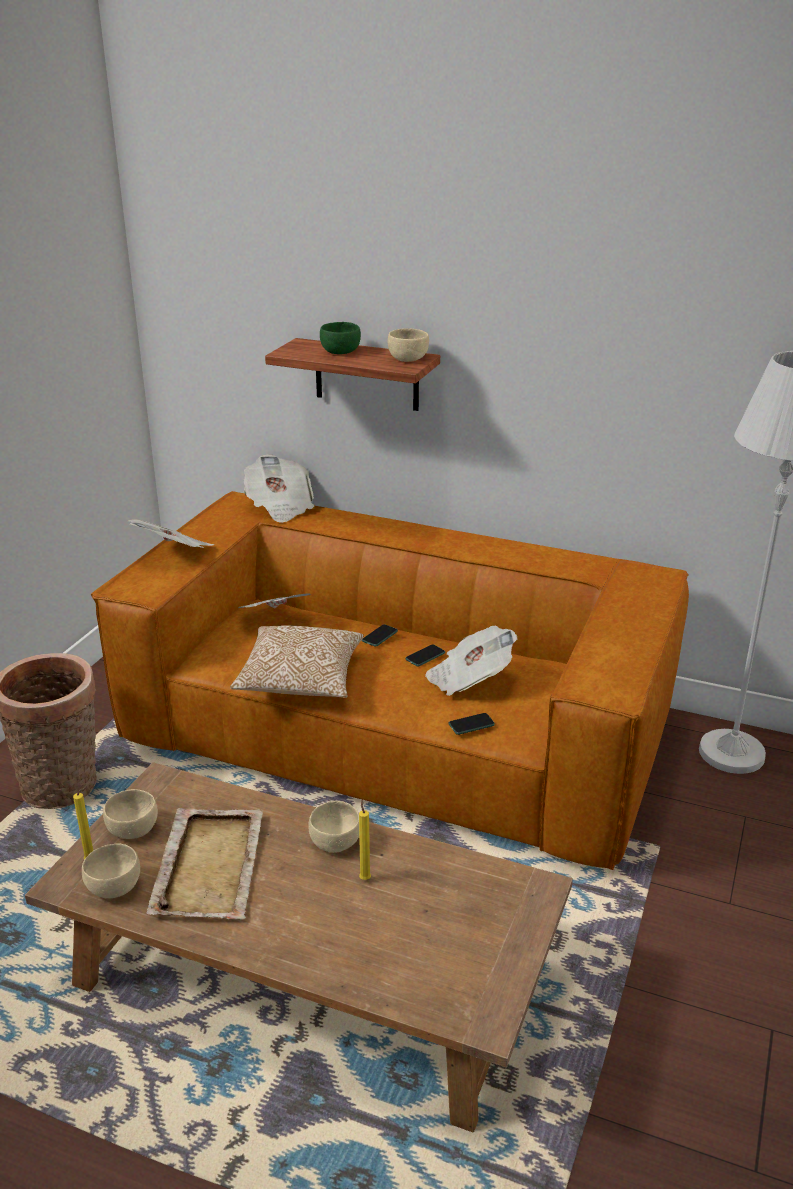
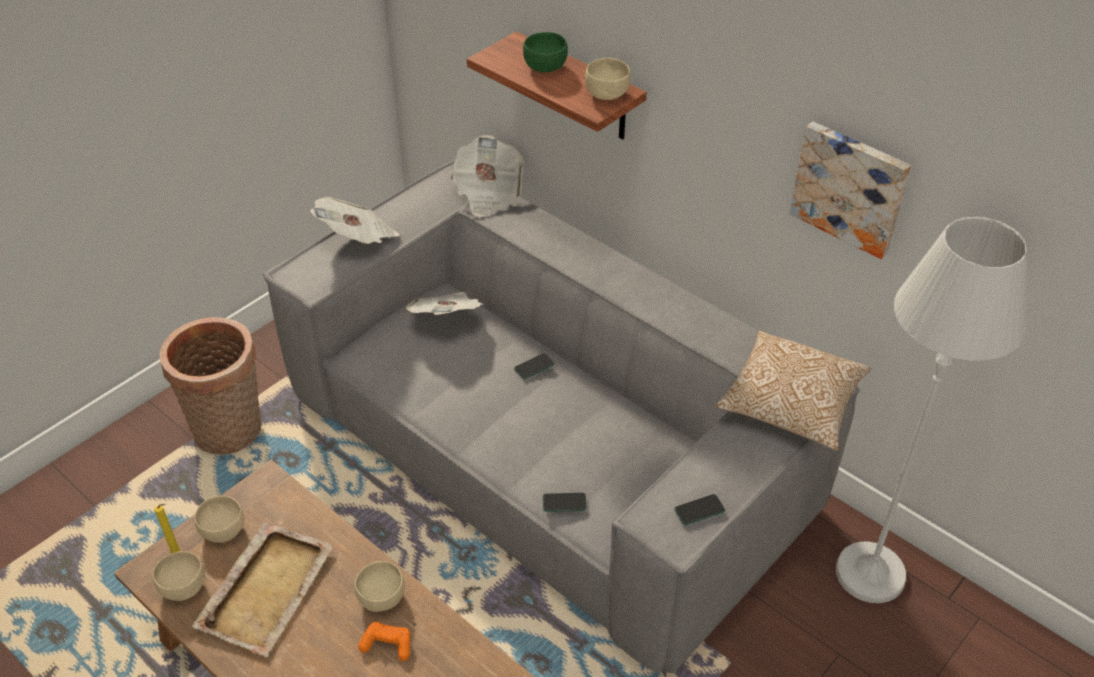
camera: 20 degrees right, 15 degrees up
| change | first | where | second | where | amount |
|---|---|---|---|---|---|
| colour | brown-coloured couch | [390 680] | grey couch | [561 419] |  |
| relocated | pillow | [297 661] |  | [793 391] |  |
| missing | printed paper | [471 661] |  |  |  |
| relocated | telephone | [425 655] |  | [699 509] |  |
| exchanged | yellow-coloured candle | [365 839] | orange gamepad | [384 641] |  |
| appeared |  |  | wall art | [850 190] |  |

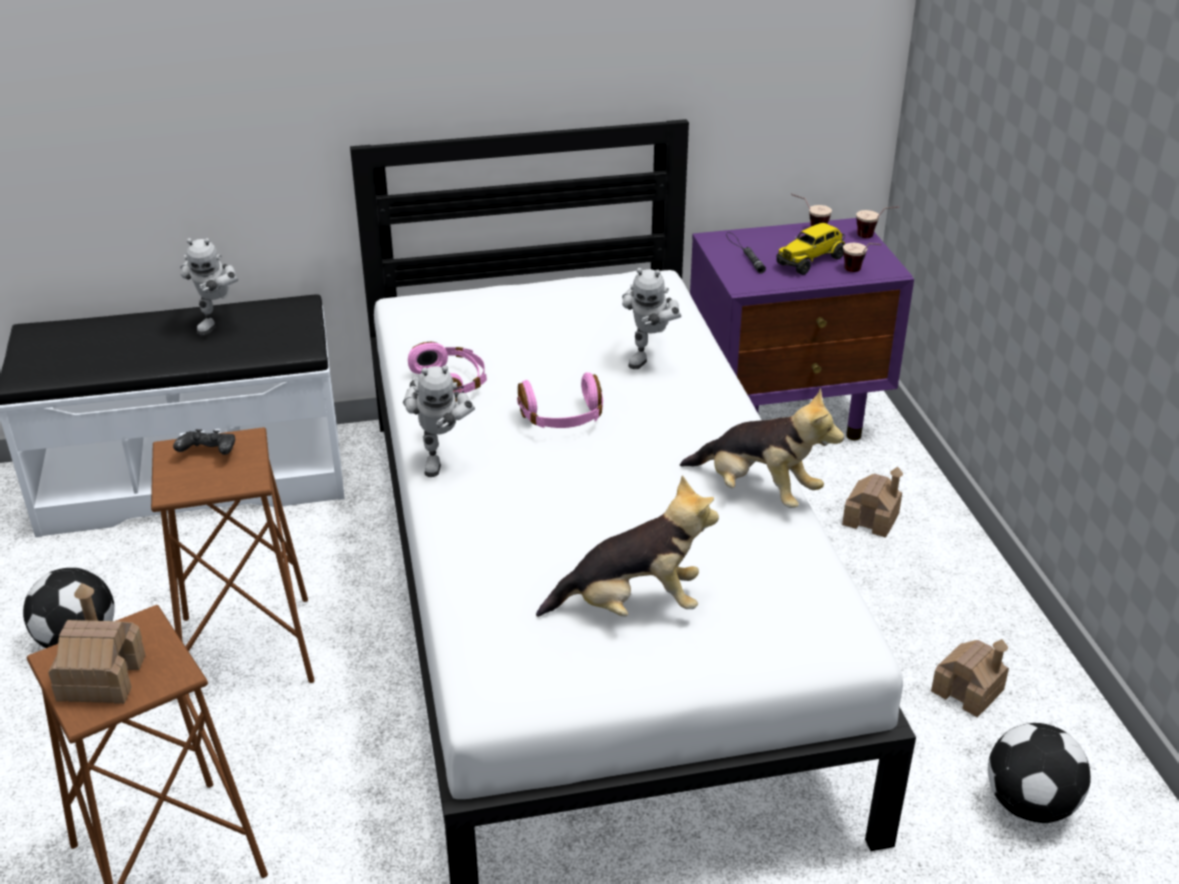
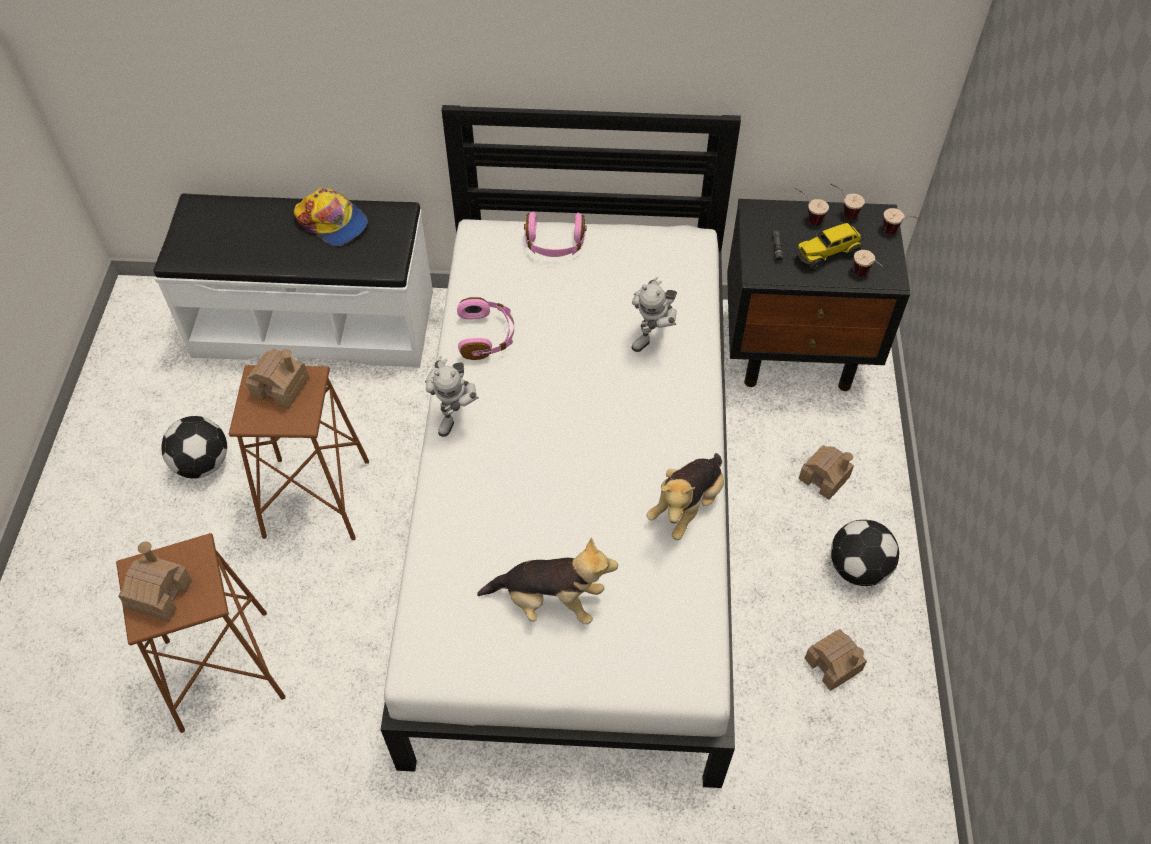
camera: 15 degrees right, 20 degrees up
| change | first | where | second | where | amount |
|---|---|---|---|---|---|
| colour | purplish bedside table | [802 329] | blackish bedside table | [818 295] |  |
| exchanged | toy robot | [209 286] | cap | [330 216] |  |
| relocated | pink headphones | [560 400] |  | [555 234] |  |
| spun | cuddly toy | [762 448] |  | [685 496] | 75 degrees clockwise |
| exchanged | blackish gamepad | [204 442] | miniature house | [277 379] |  |
| relocated | ball for football | [1039 773] |  | [865 553] |  |
| appeared |  |  | drinking cup | [812 206] |  |

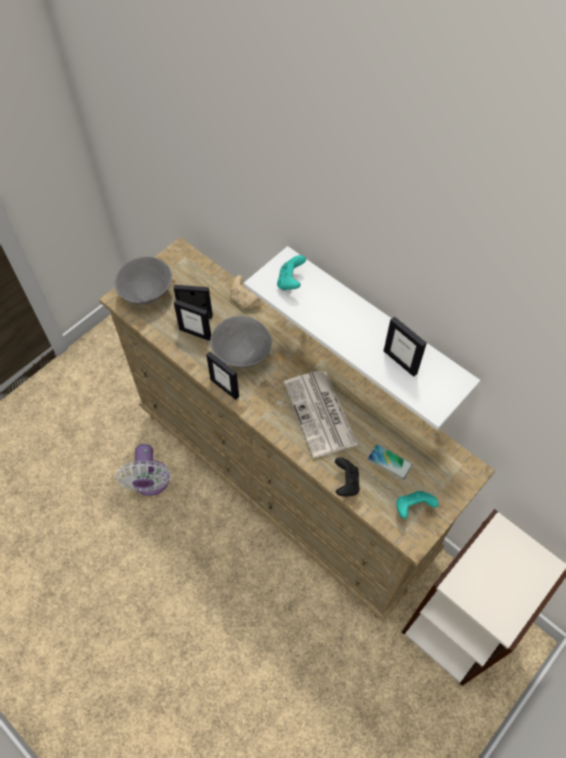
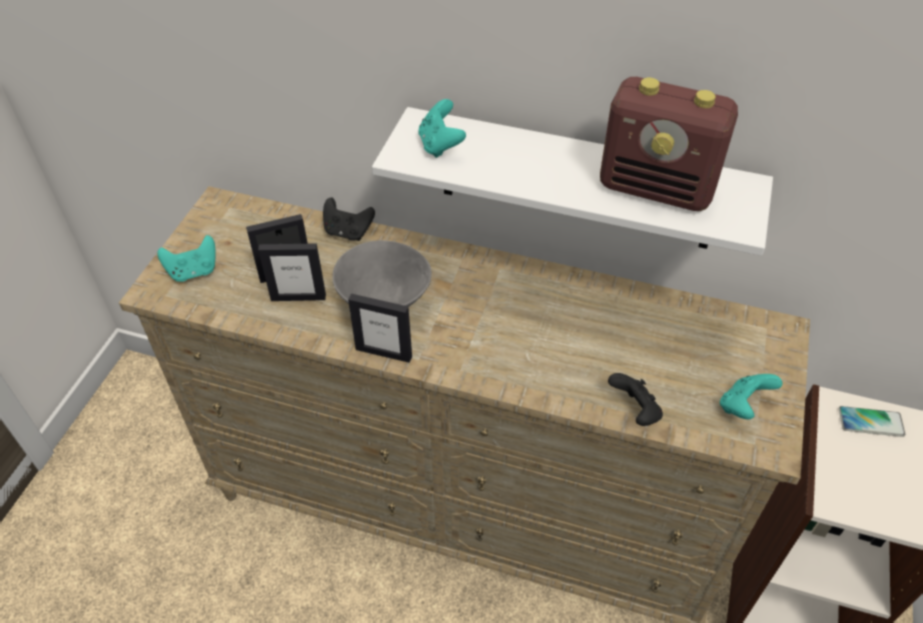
camera: 25 degrees left, 10 degrees down
| change | first | where | second | where | amount |
|---|---|---|---|---|---|
| exchanged | grey bowl | [143 280] | blue-green gamepad | [186 258] |  |
| colour | sand-coloured gamepad | [245 291] | blackish gamepad | [349 219] |  |
| exchanged | standing frame | [405 346] | radio receiver | [669 144] |  |
| missing | printed paper | [320 414] |  |  |  |
| missing | white-coloured cooling fan | [143 470] |  |  |  |
| relocated | telephone | [390 461] |  | [872 421] |  |

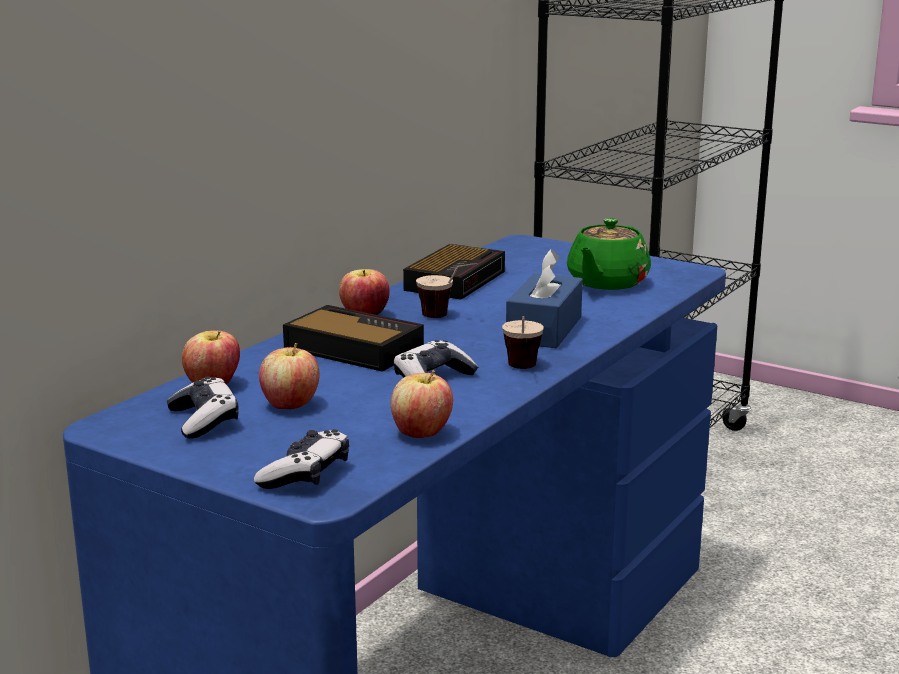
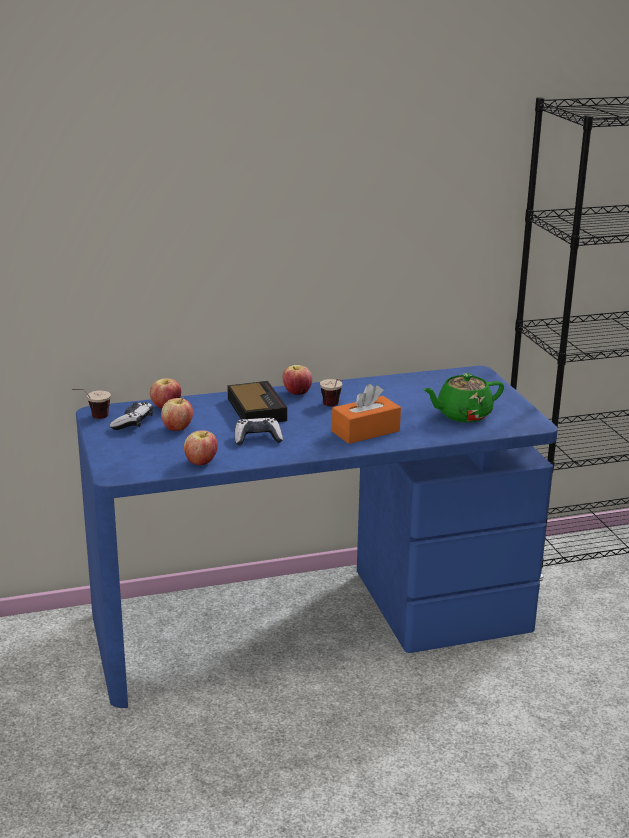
camera: 40 degrees right, 5 degrees up
| change | first | where | second | where | amount |
|---|---|---|---|---|---|
| missing | table clock | [454 272] |  |  |  |
| colour | bluish box of tissues | [544 298] | orange box of tissues | [366 414] |  |
| relocated | drinking cup | [523 342] |  | [91 404] |  |
| missing | gamepad | [301 459] |  |  |  |

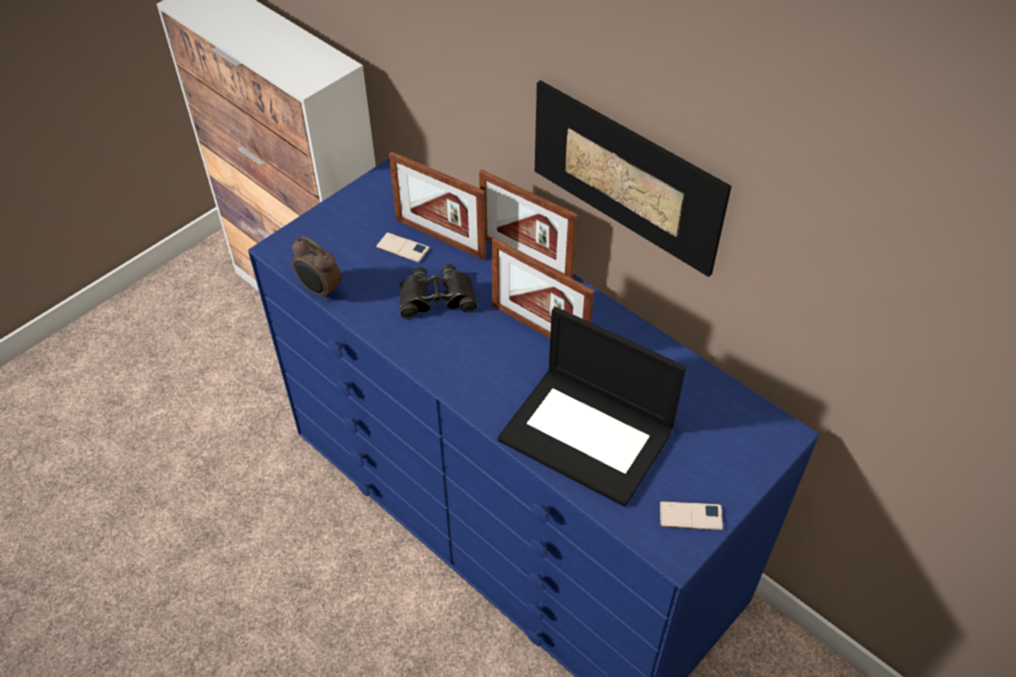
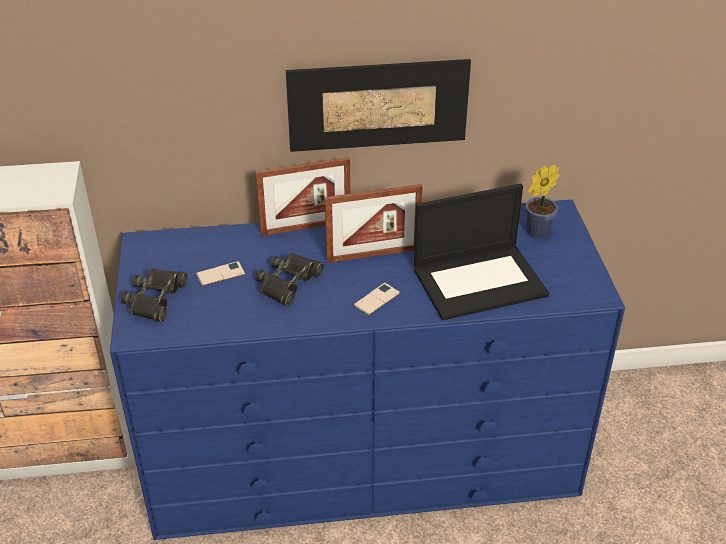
camera: 50 degrees left, 10 degrees down
| change | first | where | second | where | amount |
|---|---|---|---|---|---|
| missing | standing frame | [437 205] |  |  |  |
| missing | table clock | [316 268] |  |  |  |
| relocated | telephone | [691 515] |  | [376 299] |  |
| appeared |  |  | houseplant | [542 201] |  |
| appeared |  |  | blackish pair of binoculars | [154 295] |  |

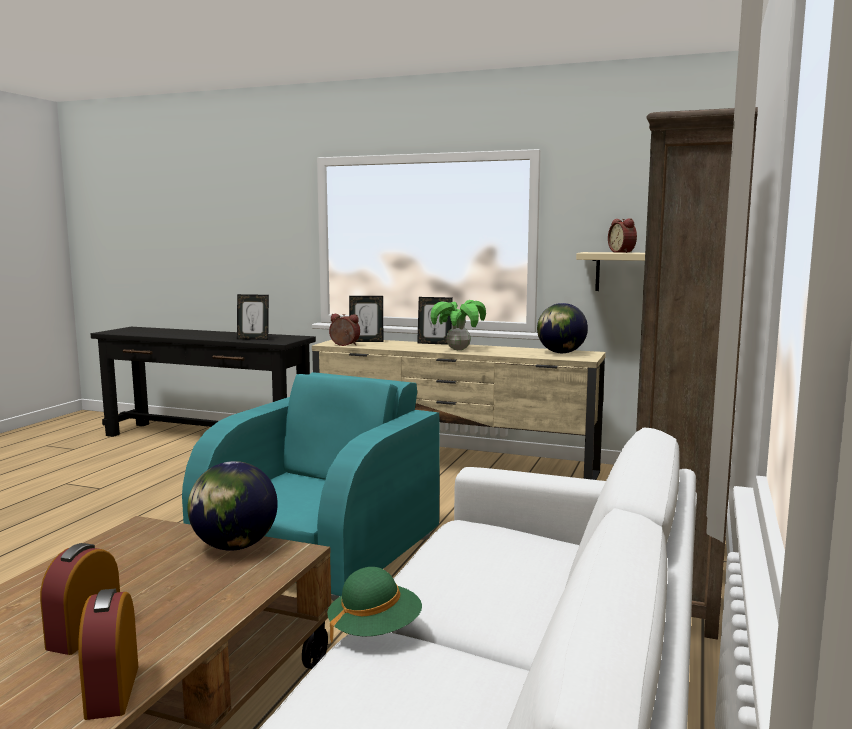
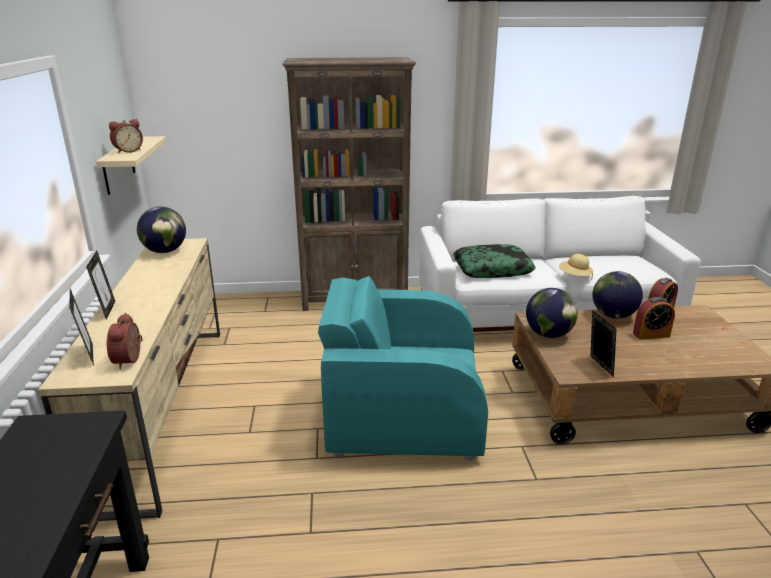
camera: 115 degrees left, 15 degrees up
| change | first | where | second | where | amount |
|---|---|---|---|---|---|
| relocated | standing frame | [253 317] |  | [604 343] |  |
| missing | houseplant | [458 325] |  |  |  |
| colour | green-coloured hat | [374 605] | sand-coloured hat | [576 267] |  |
| appeared |  |  | pillow | [494 261] |  |
| appeared |  |  | desk globe | [618 295] |  |

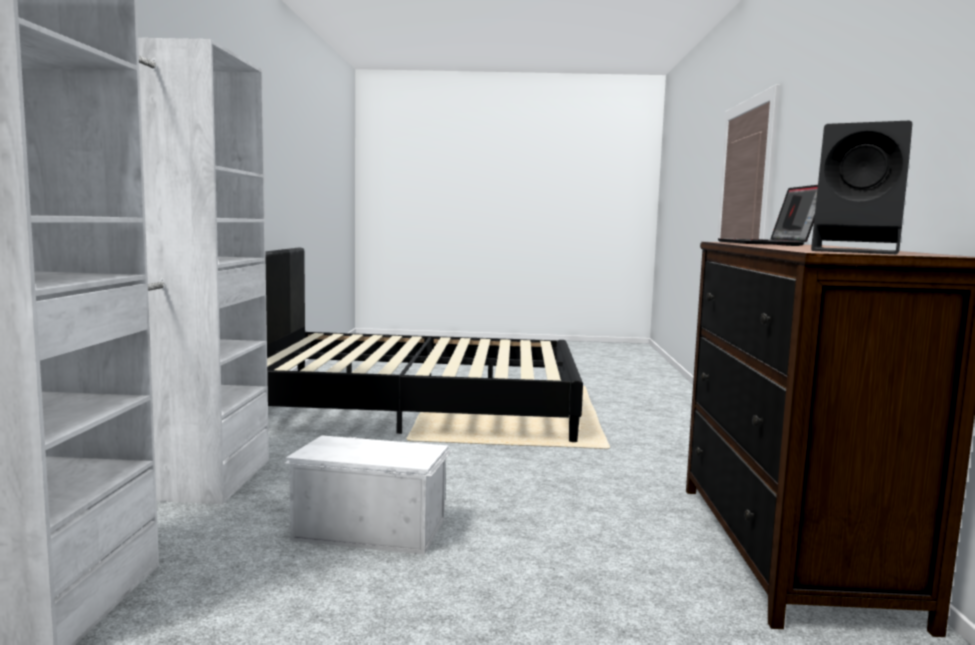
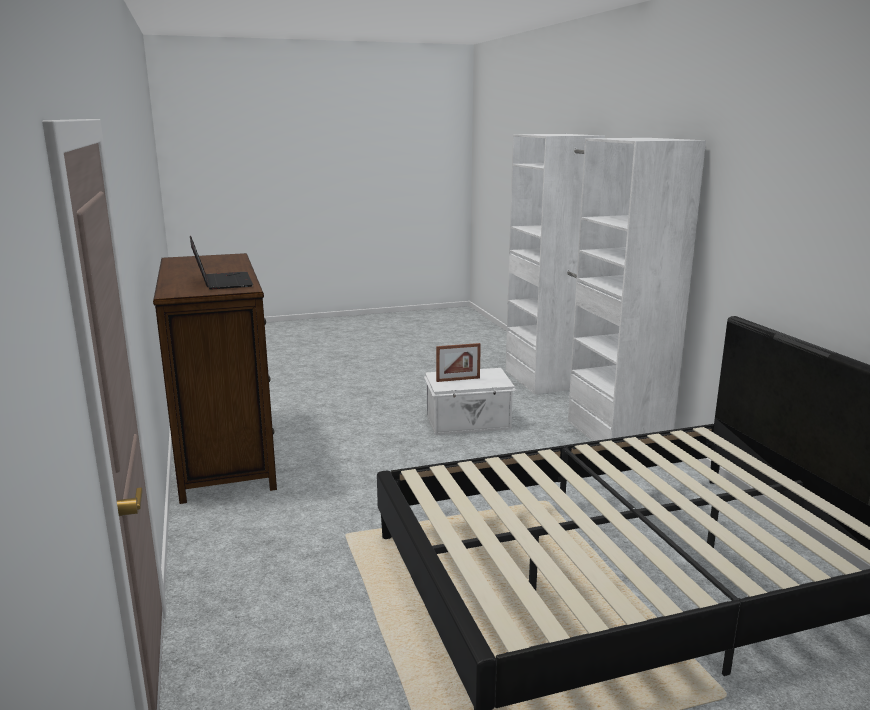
camera: 160 degrees right, 10 degrees up
| change | first | where | second | where | amount |
|---|---|---|---|---|---|
| missing | blackish loudspeaker | [861 187] |  |  |  |
| appeared |  |  | standing frame | [458 362] |  |

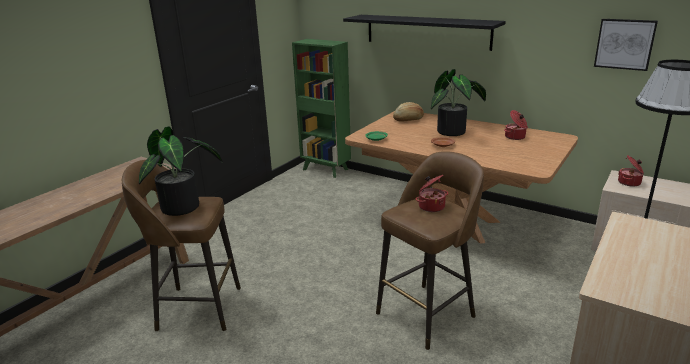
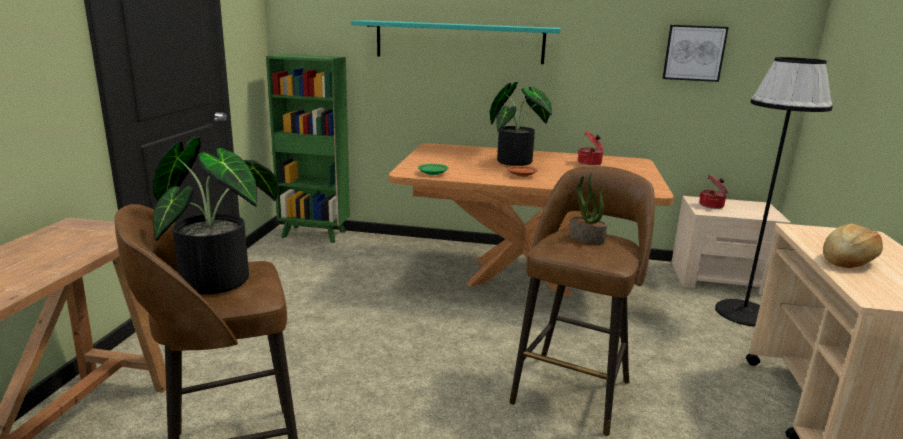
camera: 25 degrees left, 5 degrees down
| change | first | where | second | where | amount |
|---|---|---|---|---|---|
| colour | blackish shelf | [424 33] | blue-green shelf | [455 42] |  |
| relocated | baked bread | [408 112] |  | [853 246] |  |
| exchanged | saucepot | [432 193] | houseplant | [588 208] |  |

